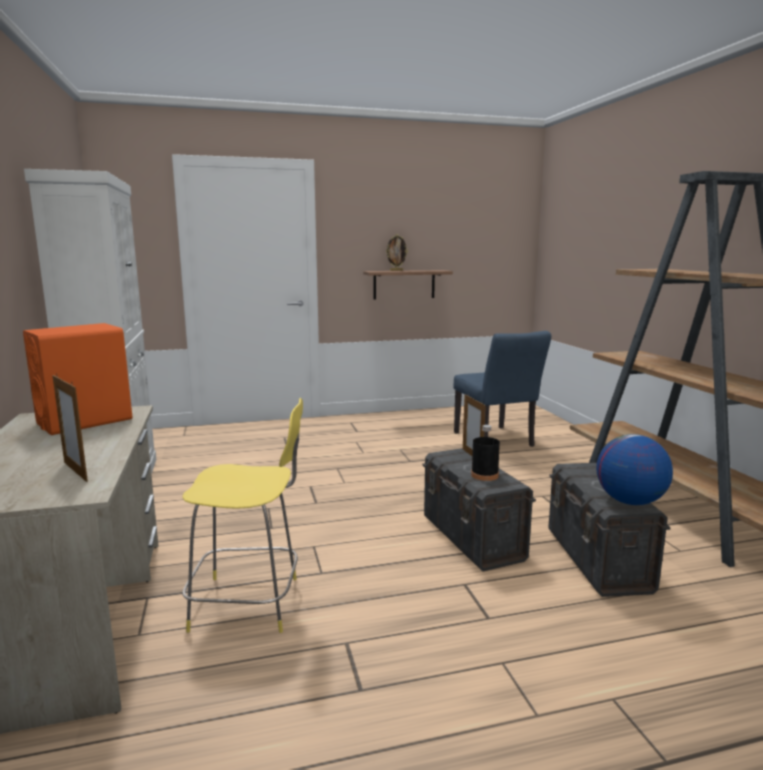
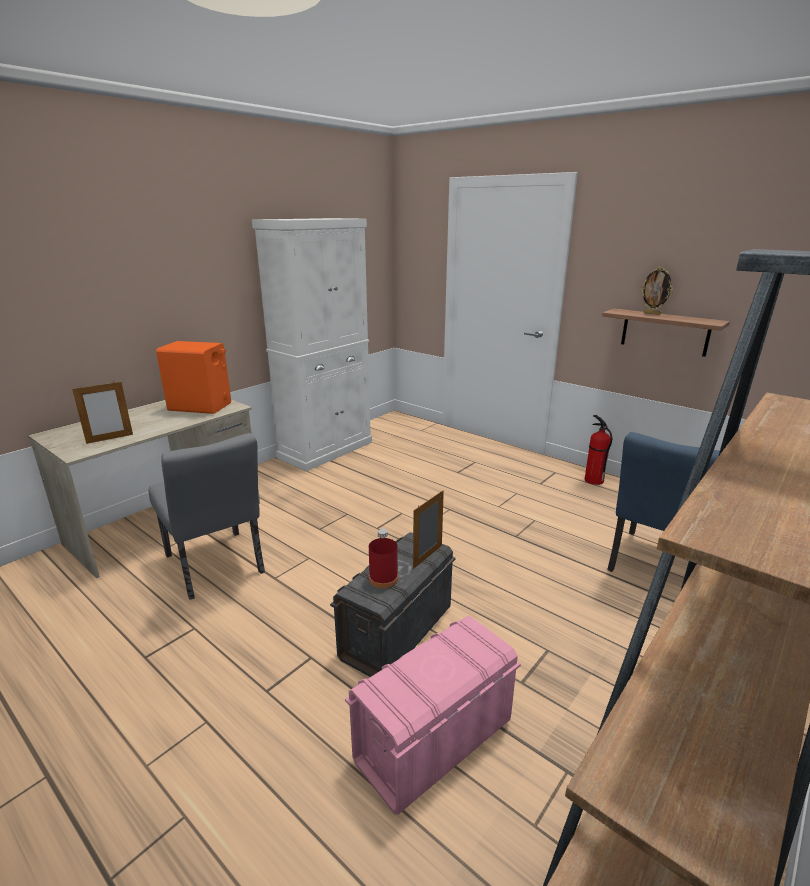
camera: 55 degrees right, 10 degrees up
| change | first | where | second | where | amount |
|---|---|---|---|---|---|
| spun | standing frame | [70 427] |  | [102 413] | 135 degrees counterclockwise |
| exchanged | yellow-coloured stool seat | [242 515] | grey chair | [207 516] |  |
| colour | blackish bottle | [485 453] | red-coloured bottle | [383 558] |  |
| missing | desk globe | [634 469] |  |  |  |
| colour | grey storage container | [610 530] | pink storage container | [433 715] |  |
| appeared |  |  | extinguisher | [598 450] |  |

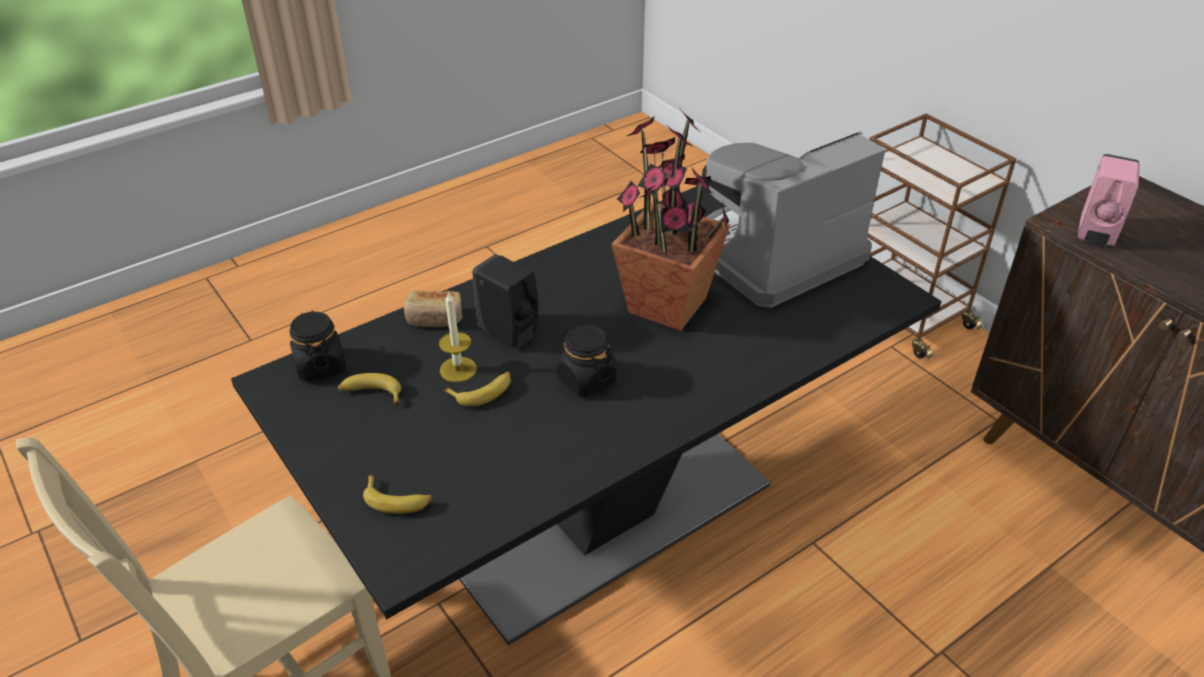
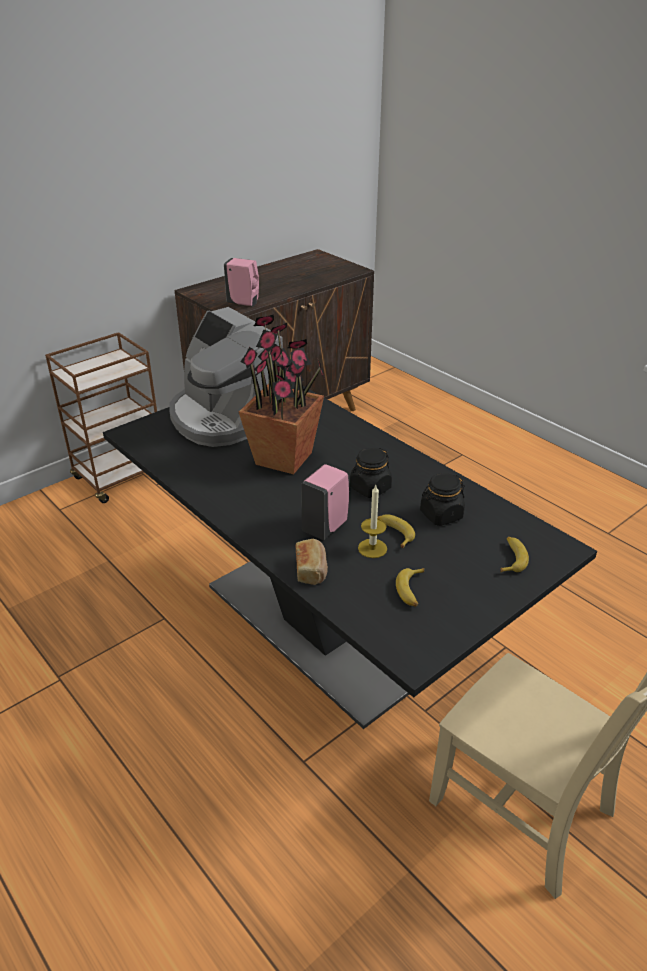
camera: 95 degrees left, 5 degrees down
| change | first | where | second | where | amount |
|---|---|---|---|---|---|
| colour | blackish soap dispenser | [505 301] | pink soap dispenser | [325 502] |  |
| relocated | blackish preserve jar | [317 346] |  | [442 499] |  |

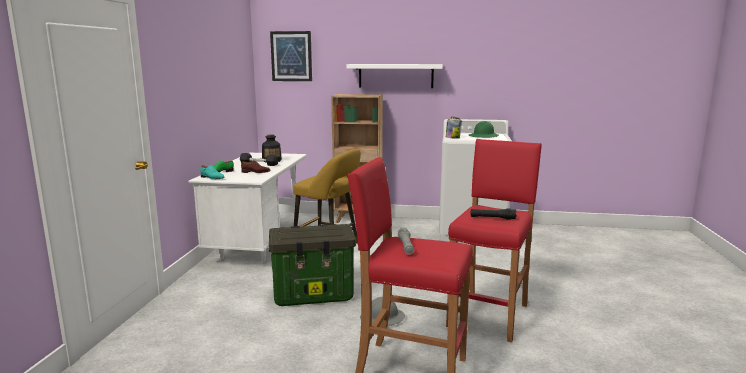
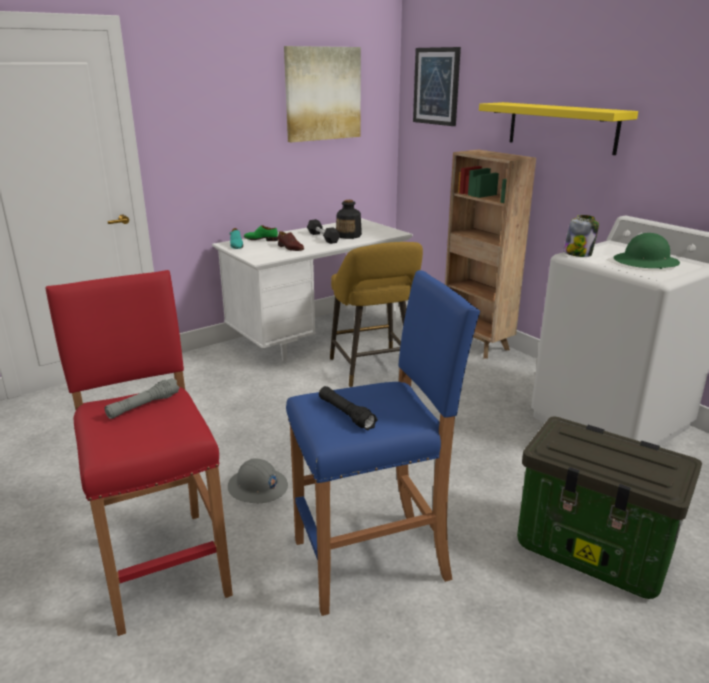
camera: 45 degrees right, 10 degrees up
| change | first | where | second | where | amount |
|---|---|---|---|---|---|
| colour | white-coloured shelf | [394 76] | yellow-coloured shelf | [558 128] |  |
| colour | red-coloured stool seat | [494 240] | bluish stool seat | [383 443] |  |
| relocated | storage container | [312 265] |  | [609 508] |  |
| appeared |  |  | wall art | [322 94] |  |

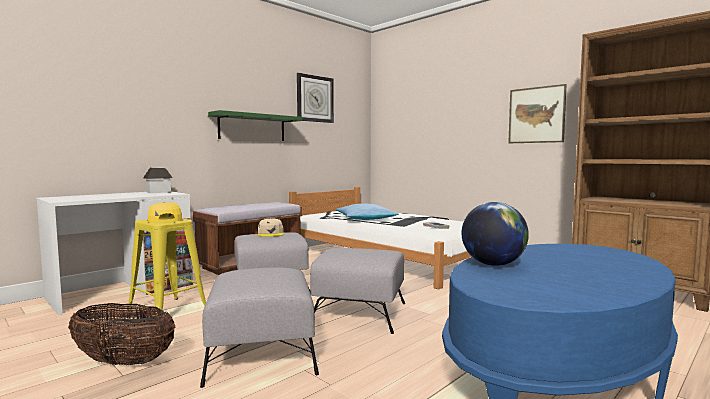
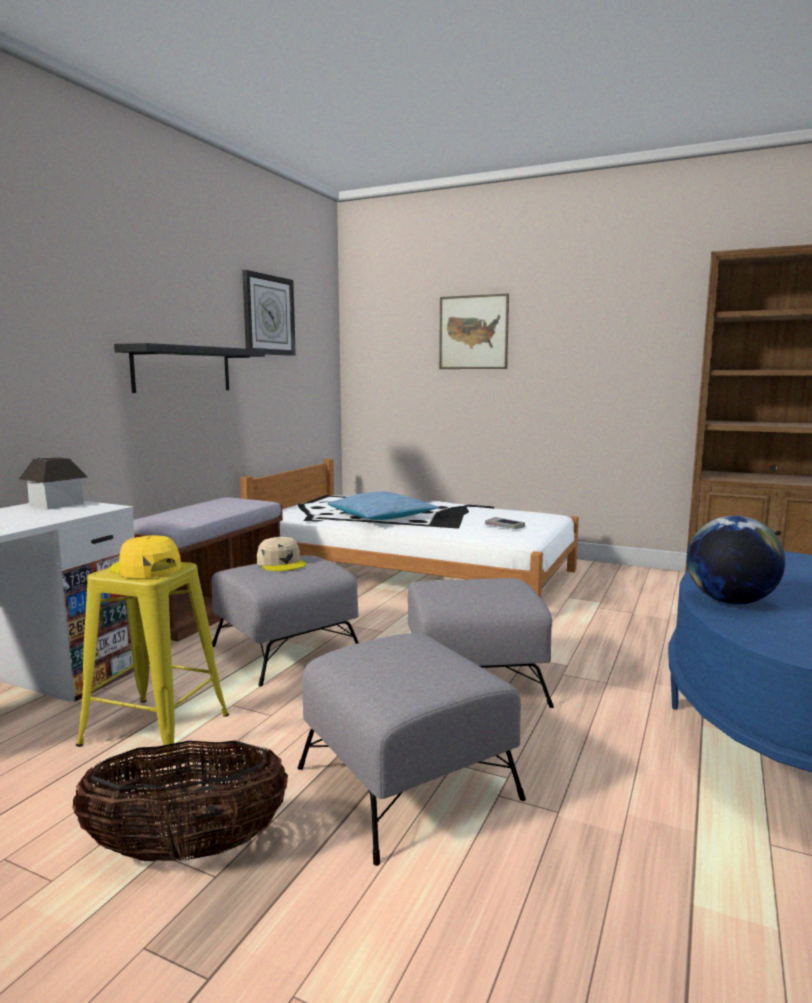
camera: 20 degrees left, 5 degrees up
| change | first | where | second | where | amount |
|---|---|---|---|---|---|
| relocated | wall art | [537 113] |  | [474 331] |  |
| colour | green-coloured shelf | [255 125] | blackish shelf | [189 368] |  |

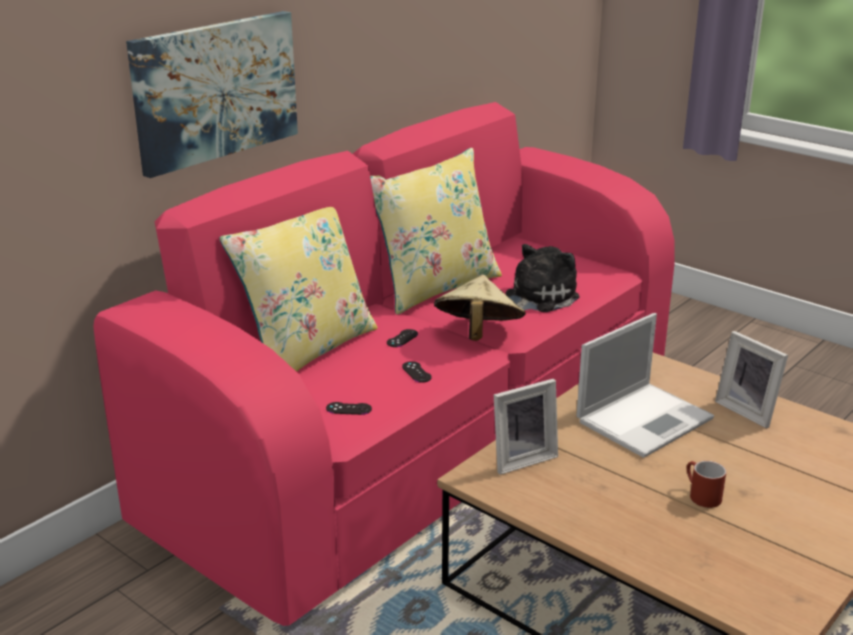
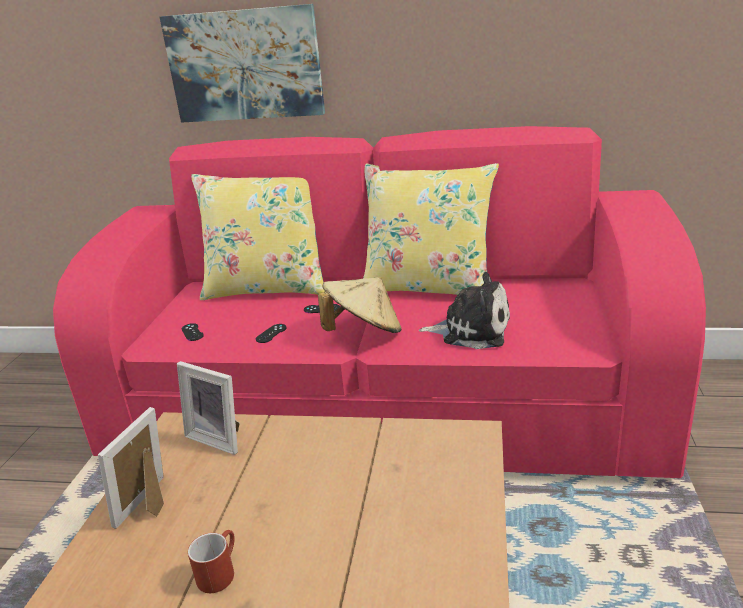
camera: 60 degrees right, 0 degrees up
| change | first | where | second | where | amount |
|---|---|---|---|---|---|
| missing | laptop | [645 385] |  |  |  |
| relocated | standing frame | [751 379] |  | [131 468] |  |

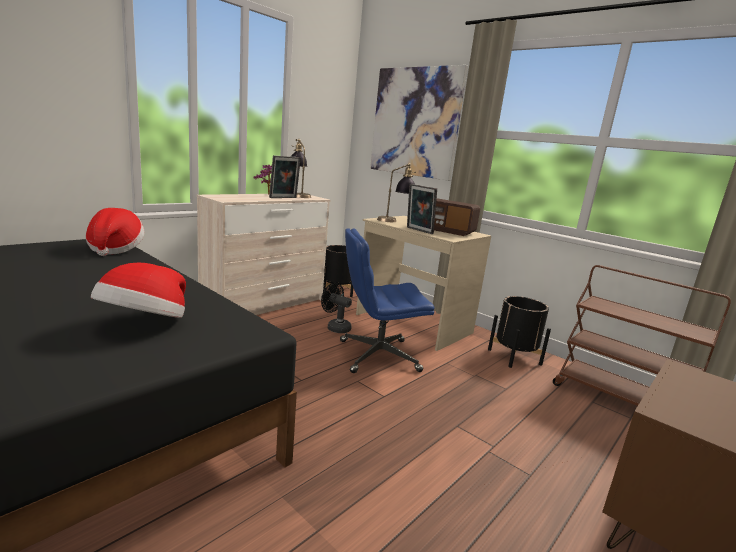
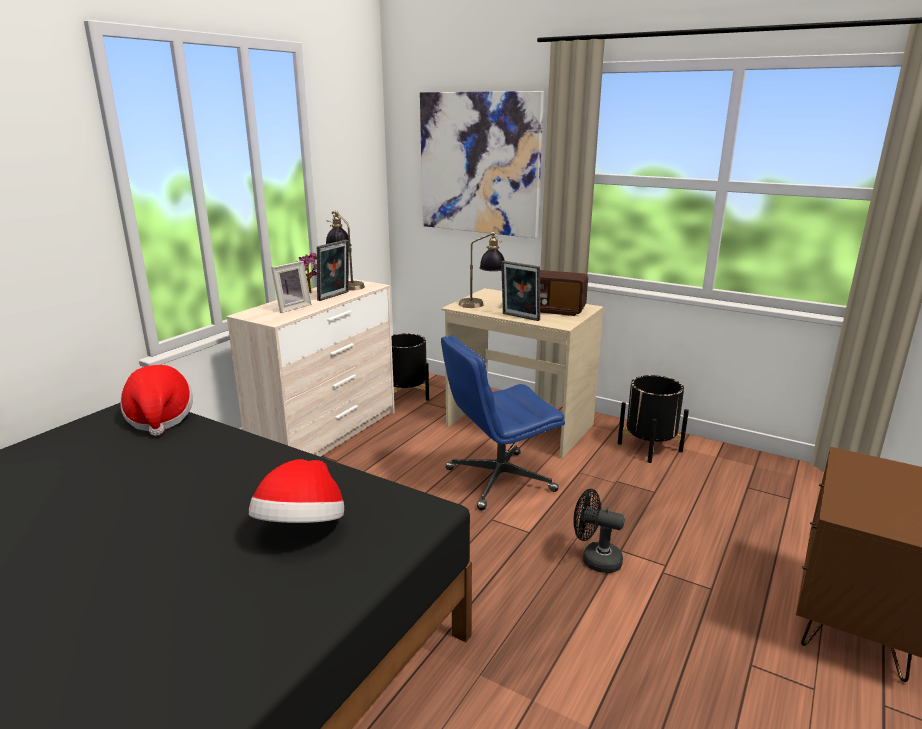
camera: 10 degrees left, 5 degrees up
| change | first | where | second | where | amount |
|---|---|---|---|---|---|
| missing | brown-coloured wheeled cart | [642 335] |  |  |  |
| relocated | blackish cooling fan | [336 308] |  | [599 531] |  |
| appeared |  |  | standing frame | [291 287] |  |

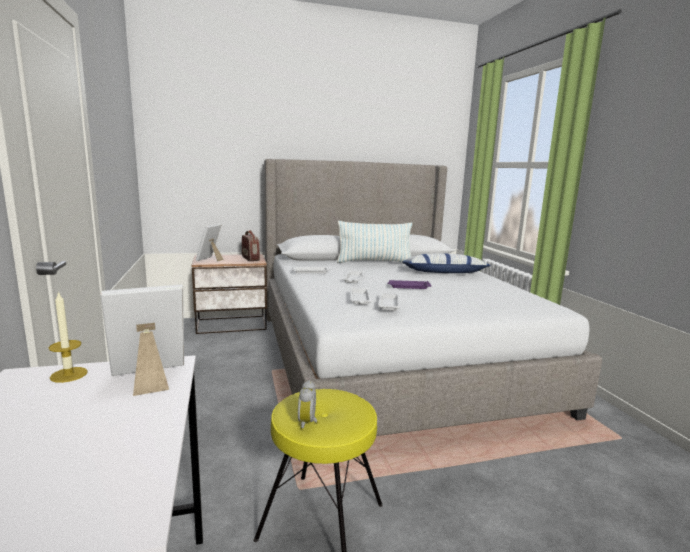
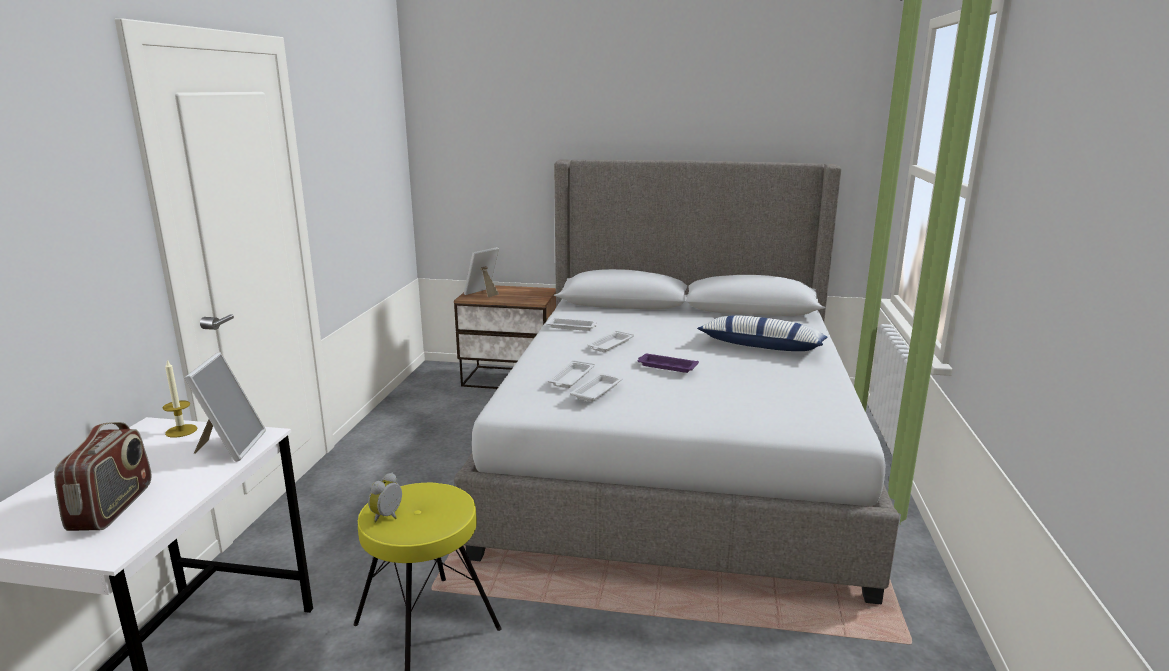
camera: 25 degrees right, 5 degrees up
| change | first | where | second | where | amount |
|---|---|---|---|---|---|
| missing | pillow | [374 242] |  |  |  |
| relocated | radio receiver | [251 245] |  | [103 476] |  |
| spun | standing frame | [142 340] |  | [225 407] | 90 degrees clockwise |

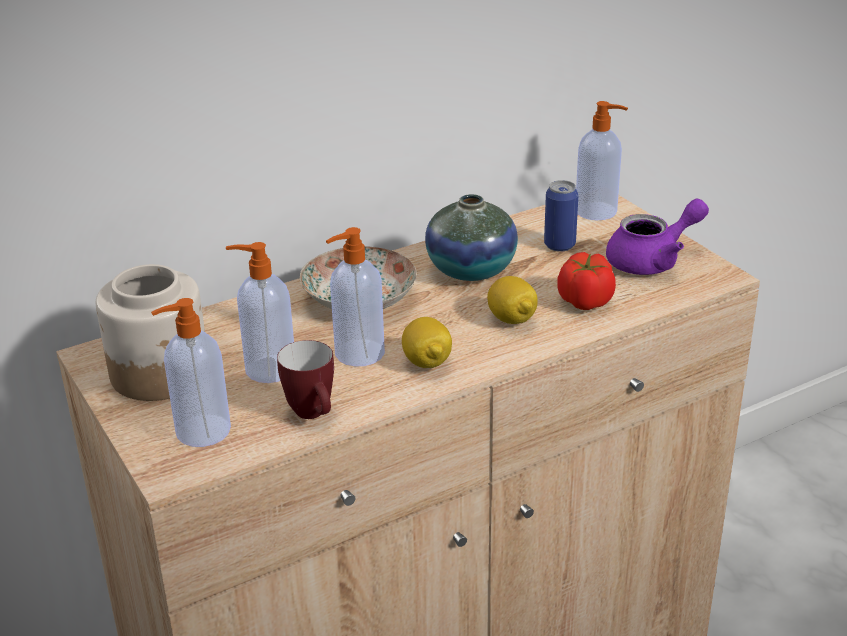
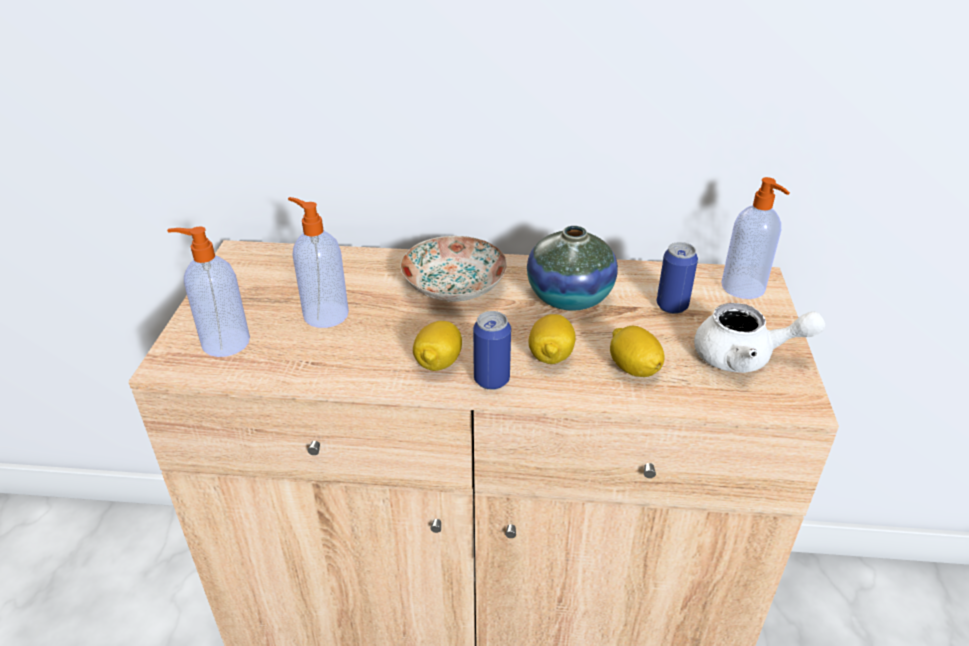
camera: 35 degrees right, 5 degrees up
| change | first | where | second | where | amount |
|---|---|---|---|---|---|
| colour | purplish teapot | [657 237] | white-coloured teapot | [759 338] |  |
| missing | soap dispenser | [355 297] |  |  |  |
| exchanged | fresh tomato | [586 281] | whole lemon | [637 351] |  |
| missing | preserve jar | [150 332] |  |  |  |
| missing | tea mug | [305 379] |  |  |  |
| appeared |  |  | metal can | [492 350] |  |

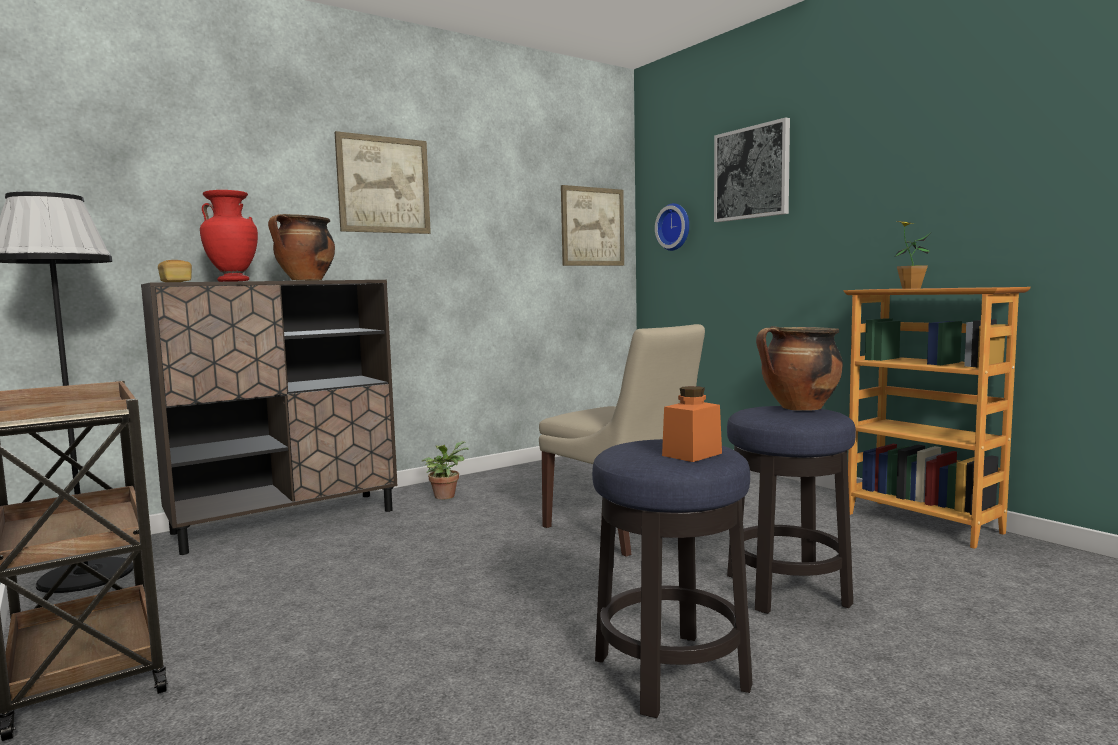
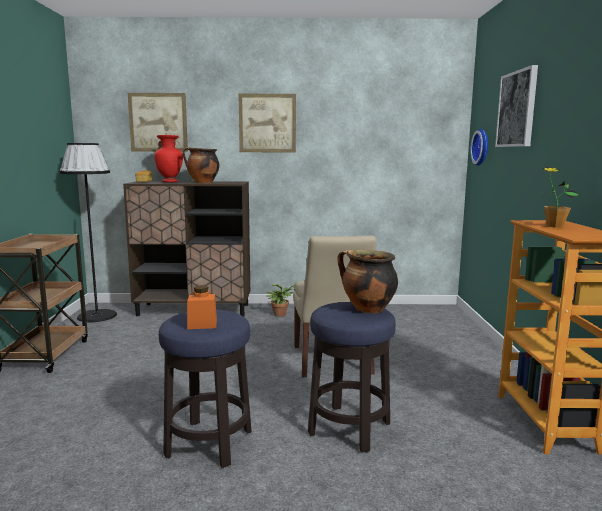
camera: 35 degrees right, 5 degrees up
| change | first | where | second | where | amount |
|---|---|---|---|---|---|
| relocated | wall art | [592 225] |  | [158 122] |  |

